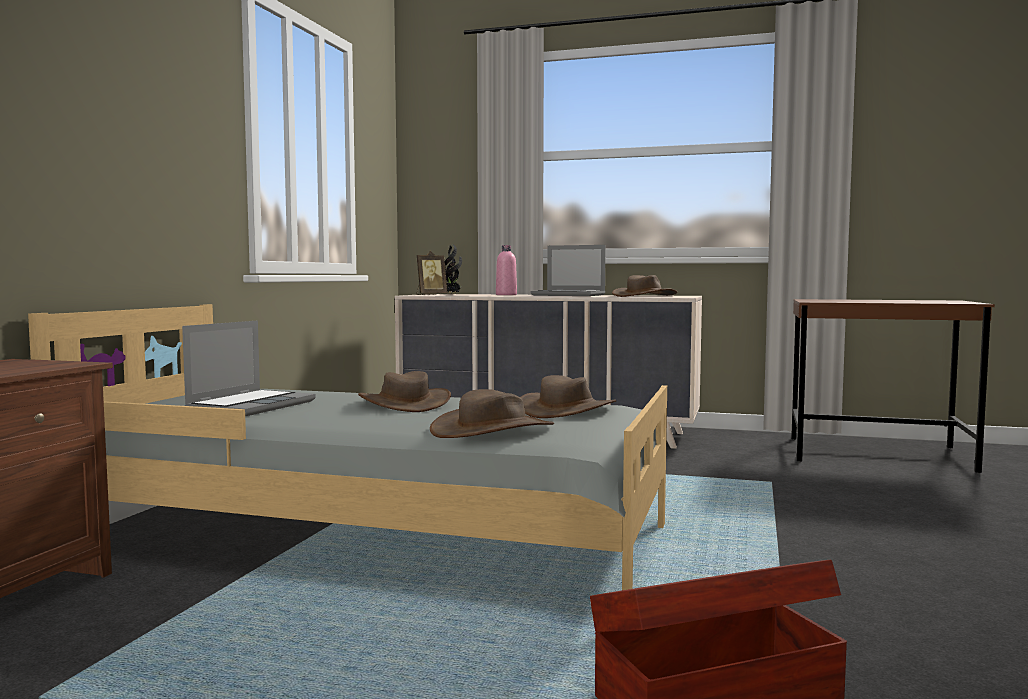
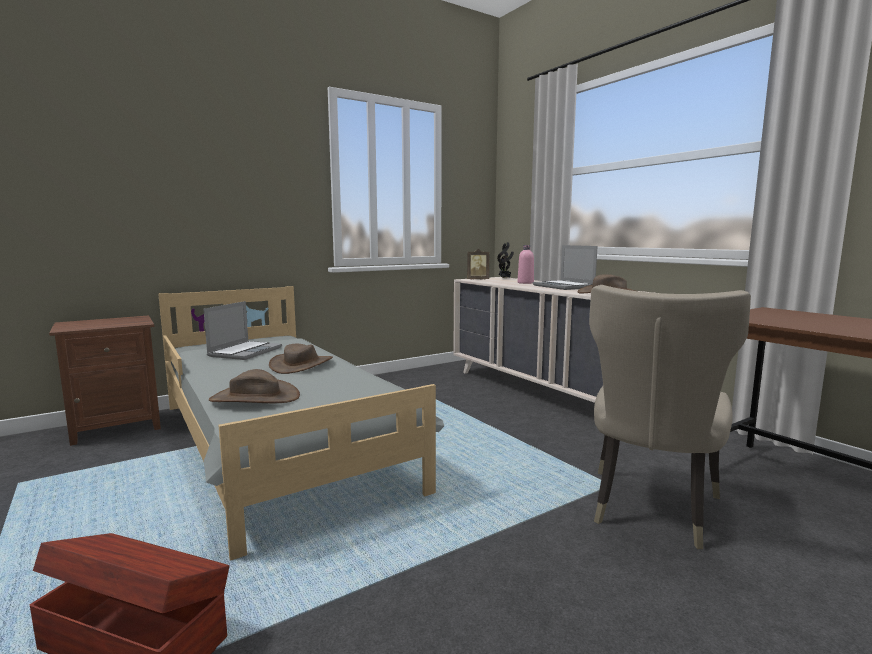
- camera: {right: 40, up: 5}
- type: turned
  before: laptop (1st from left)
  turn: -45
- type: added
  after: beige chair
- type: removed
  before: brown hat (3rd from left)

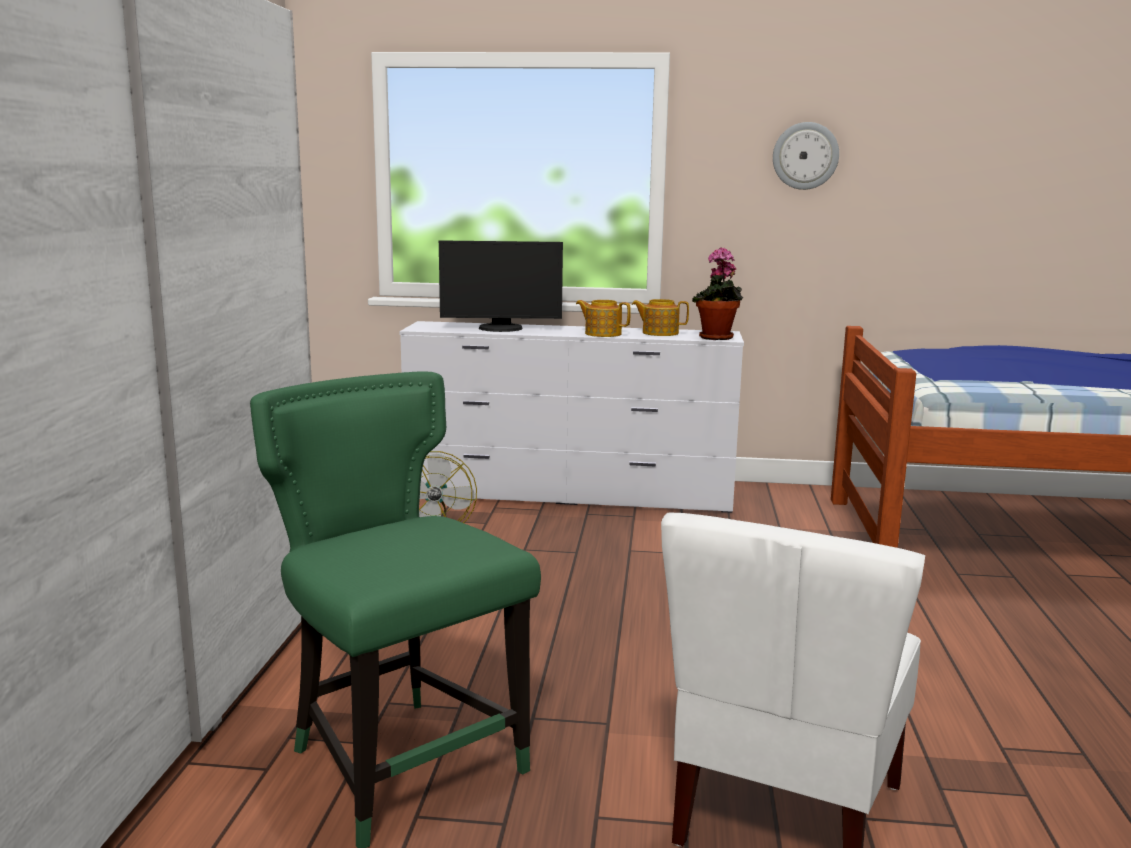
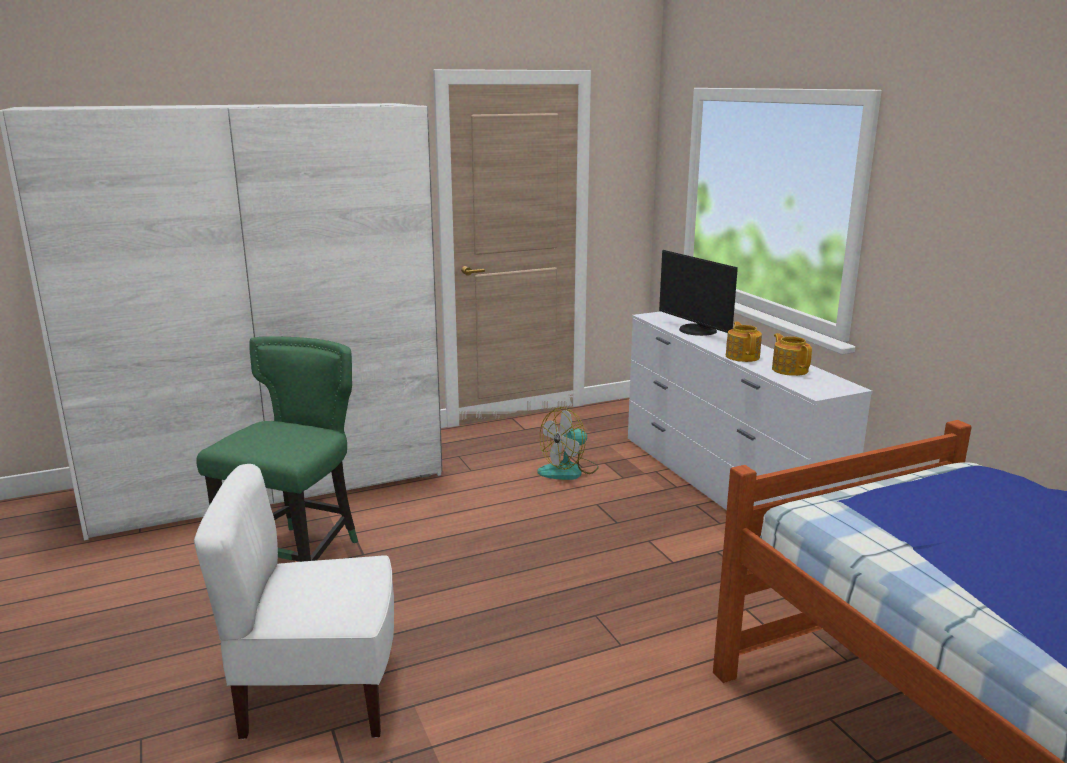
- camera: {right: 60, up: 5}
- type: removed
  before: potted plant
- type: removed
  before: wall clock

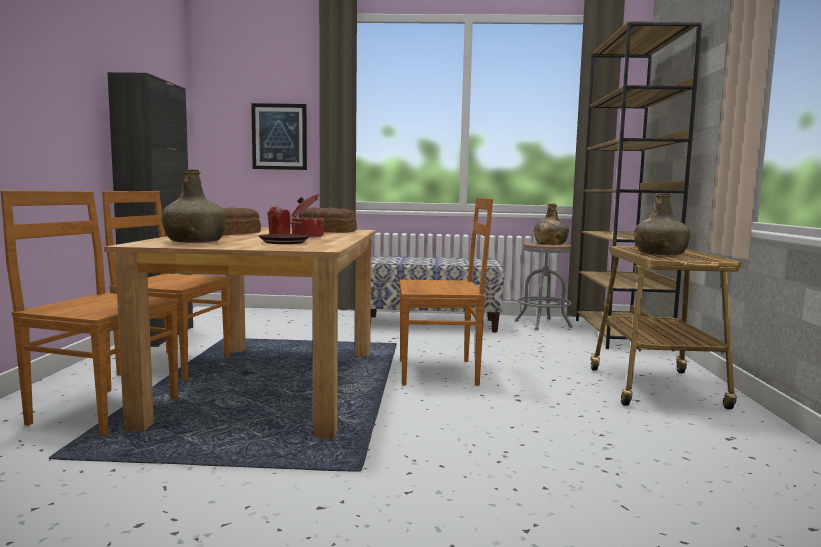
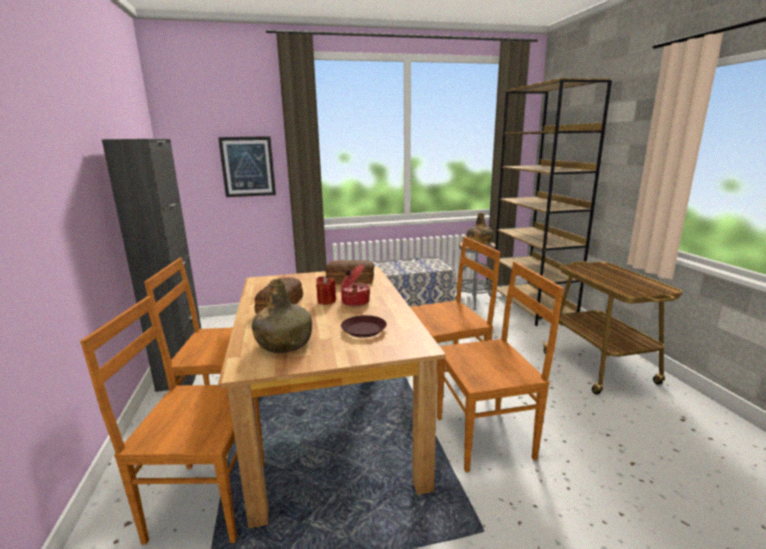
- camera: {right: -15, up: 10}
- type: added
  after: brown chair (4th from left)
- type: removed
  before: green bottle (3rd from left)

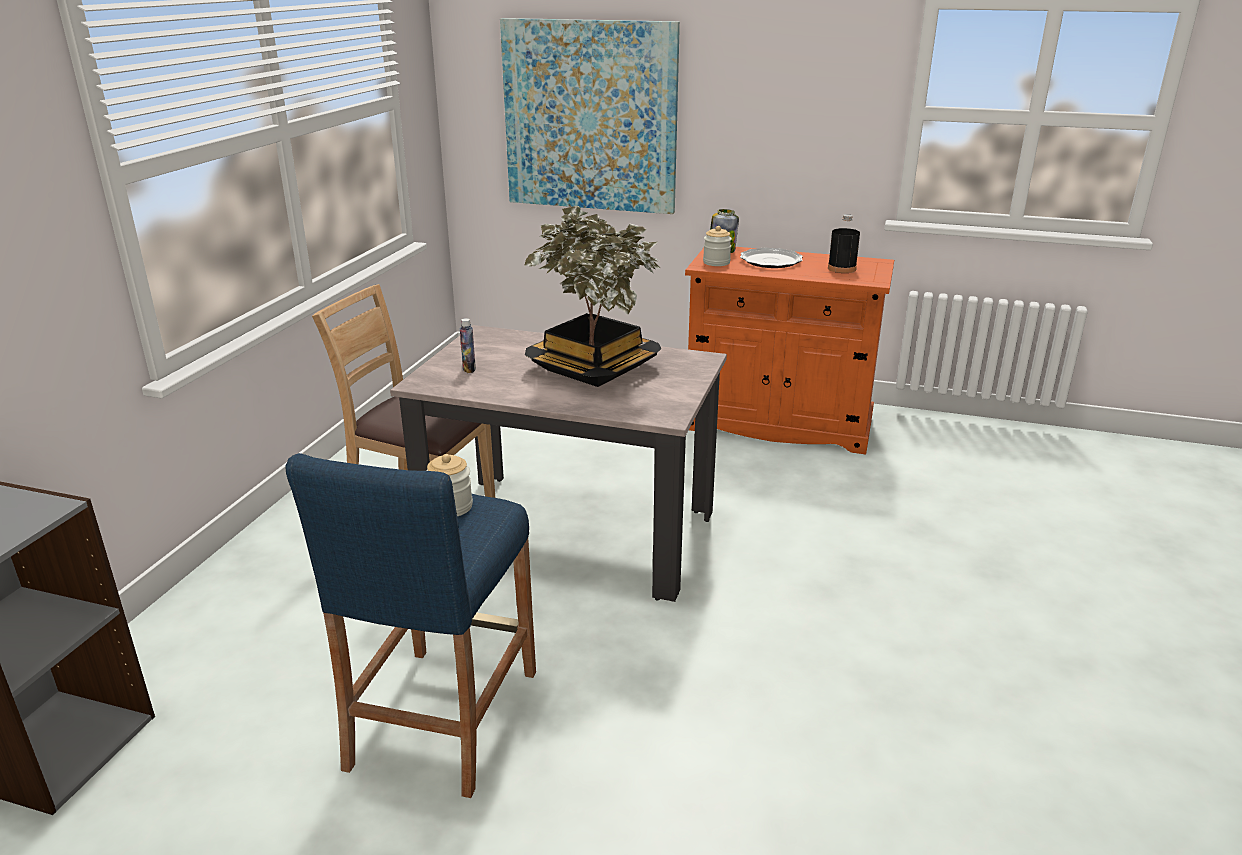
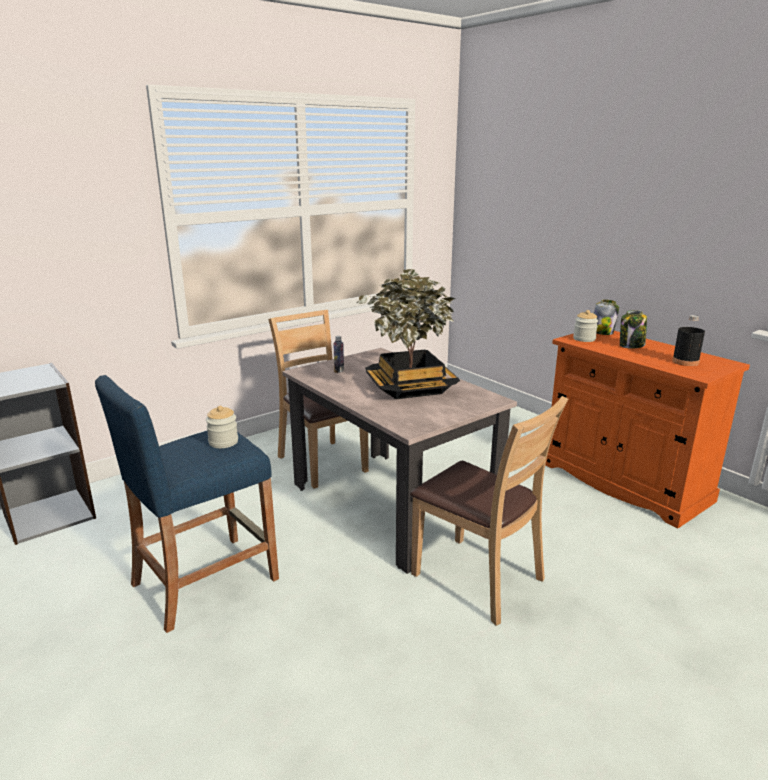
- camera: {right: 35, up: -5}
- type: added
  after: brown chair (2nd from left)
- type: replaced
  before: plate
  after: jar (4th from left)
- type: removed
  before: picture

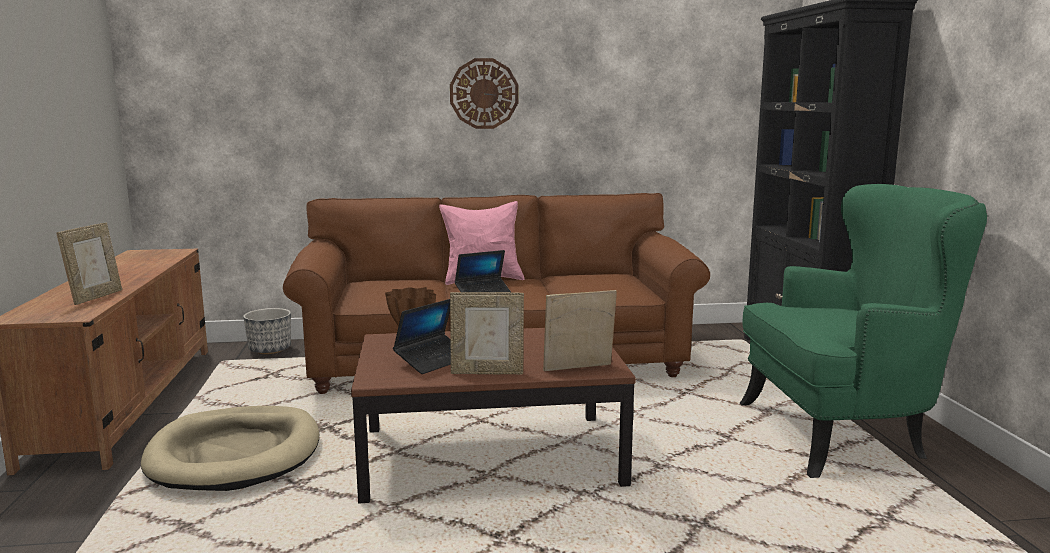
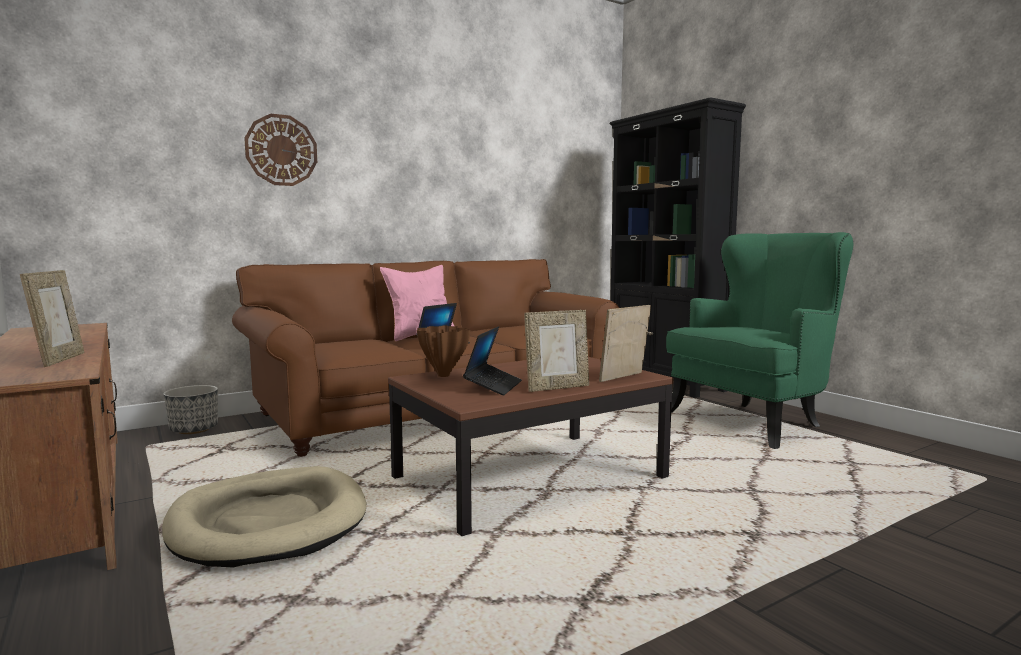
- camera: {right: -25, up: -5}
- type: moved
  before: wall clock

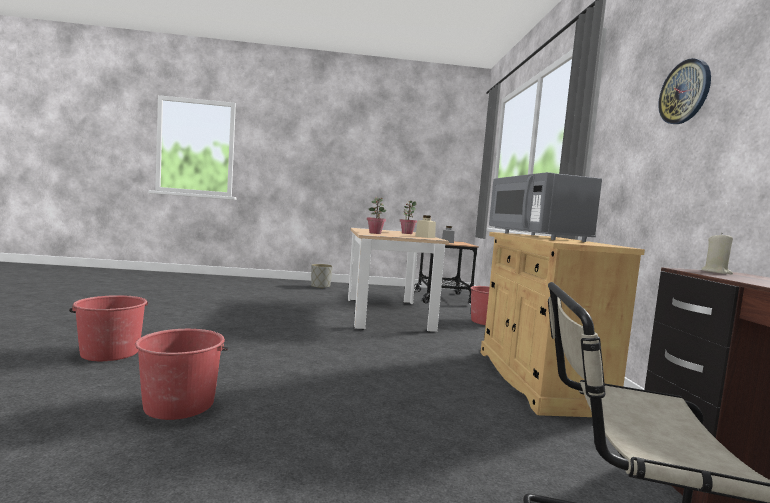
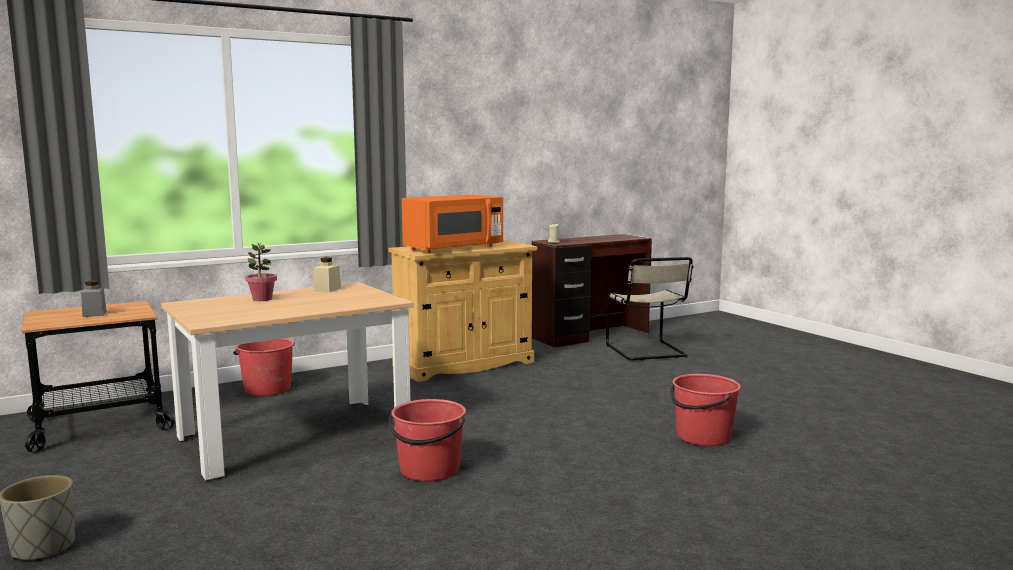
- camera: {right: -115, up: 5}
- type: moved
  before: red bucket (1st from left in the first image)
  after: red bucket (2nd from left)
- type: recoloured
  before: grey microwave
  after: orange microwave
- type: removed
  before: potted plant (1st from left)
- type: removed
  before: wall clock

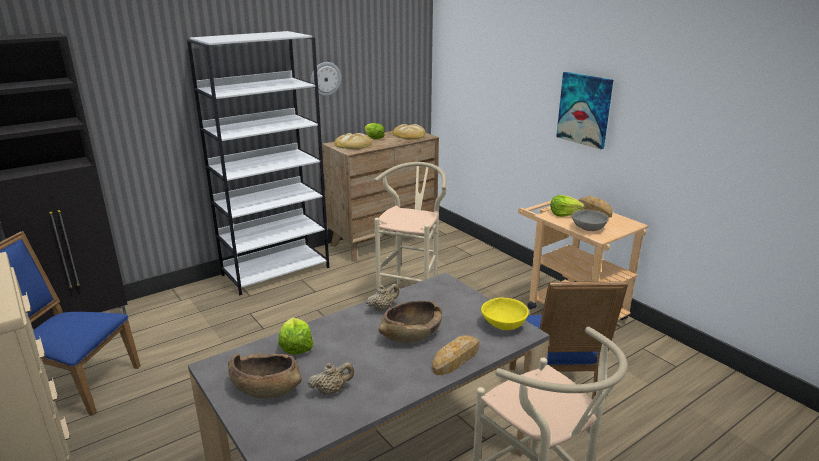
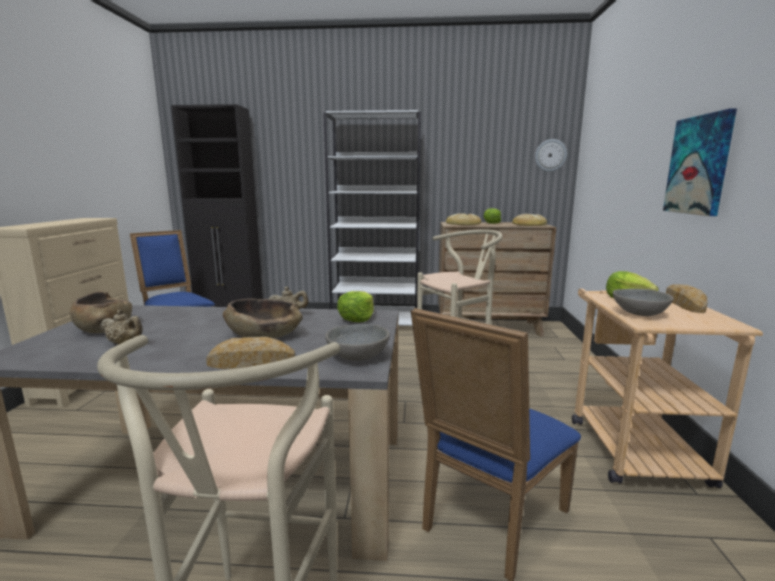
- camera: {right: 40, up: -10}
- type: recoloured
  before: yellow bowl
  after: grey bowl (1st from left)
- type: moved
  before: lettuce (1st from left)
- type: moved
  before: wall clock

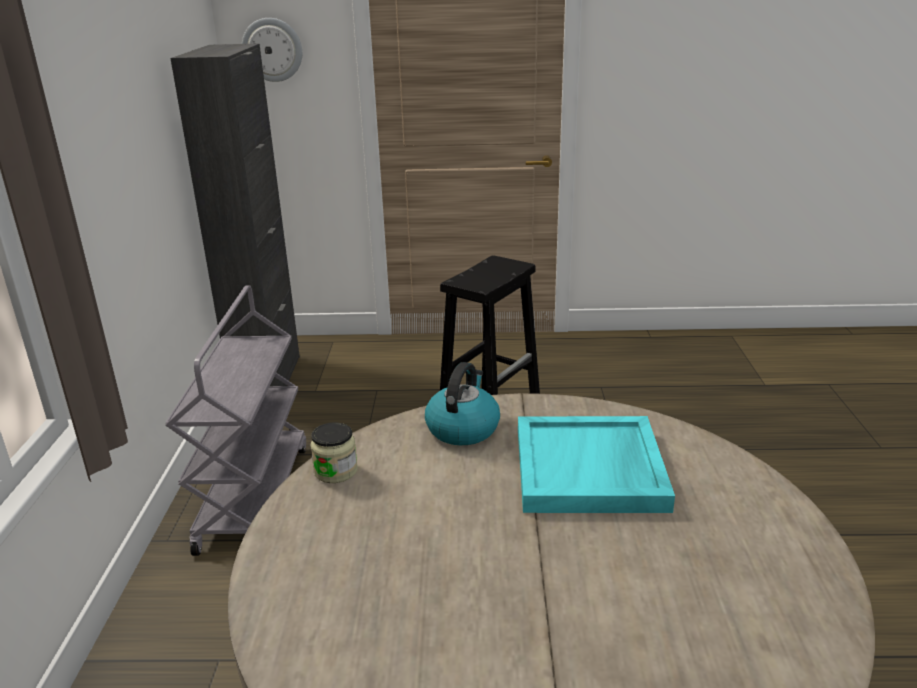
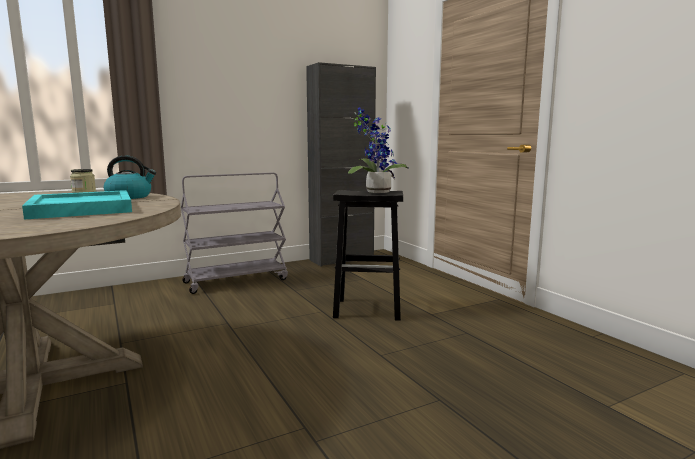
- camera: {right: 60, up: -15}
- type: added
  after: potted plant
- type: removed
  before: wall clock

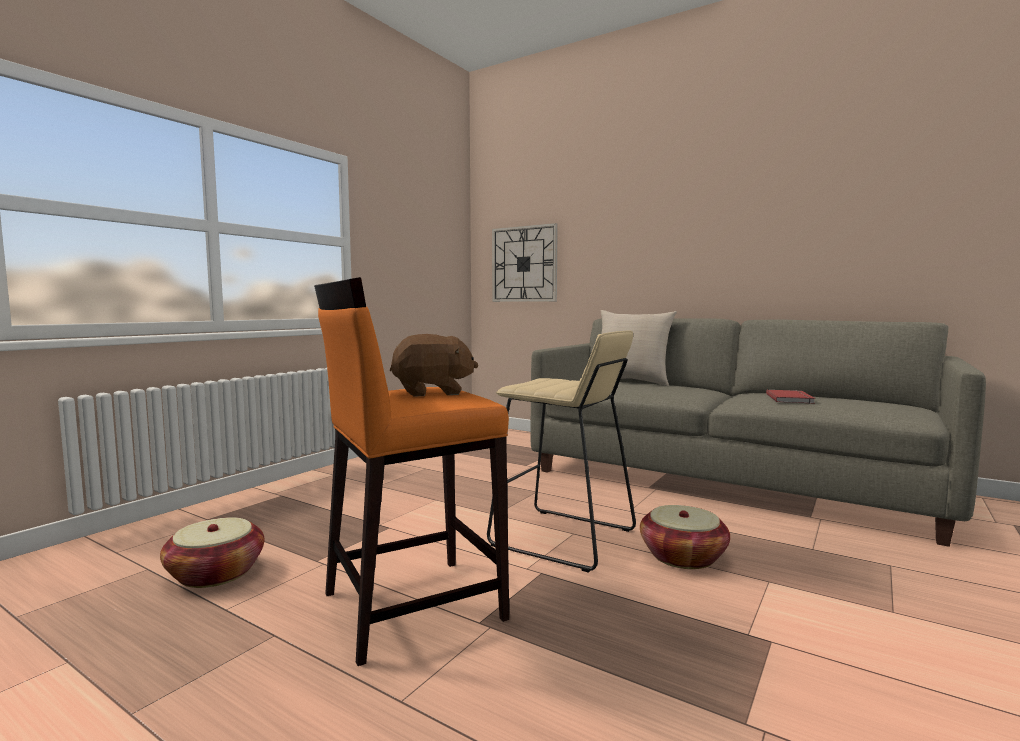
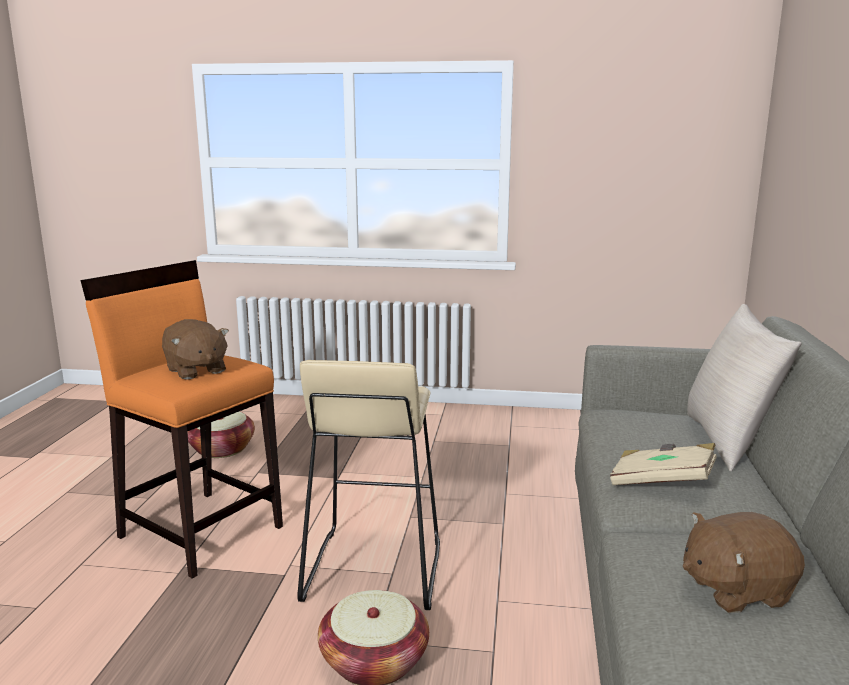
- camera: {right: 65, up: 10}
- type: added
  after: beige book
- type: replaced
  before: red book
  after: brown plush toy (2nd from left)
- type: removed
  before: wall clock

